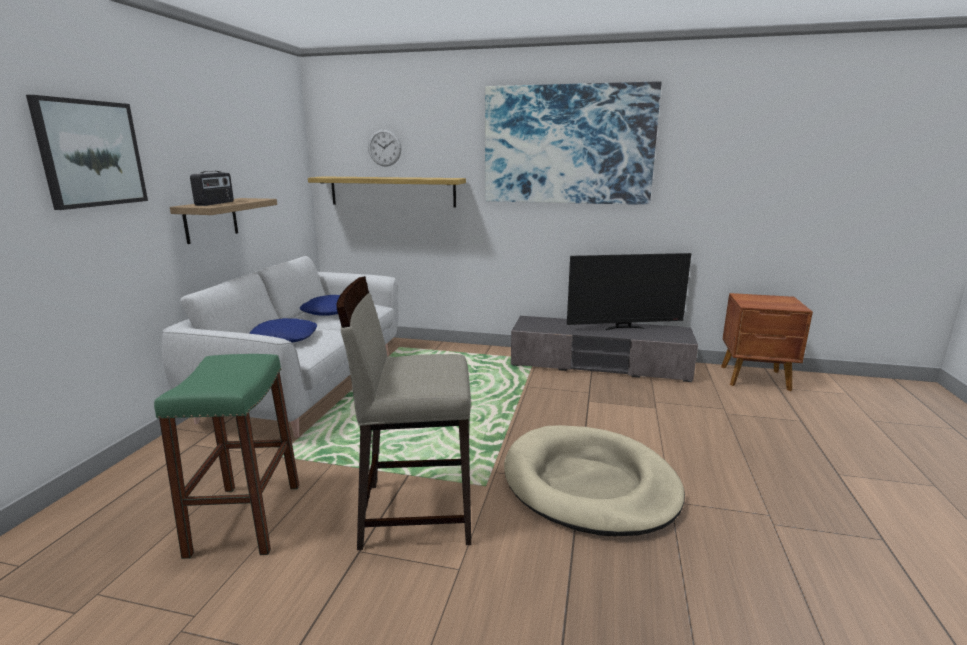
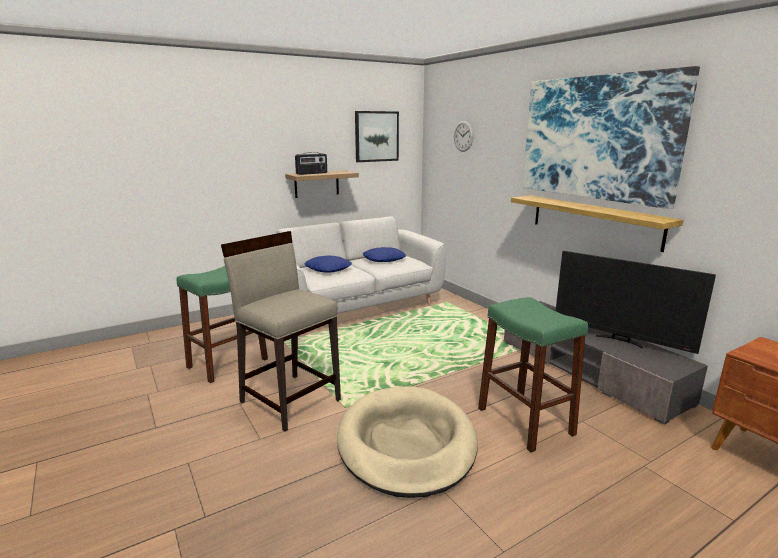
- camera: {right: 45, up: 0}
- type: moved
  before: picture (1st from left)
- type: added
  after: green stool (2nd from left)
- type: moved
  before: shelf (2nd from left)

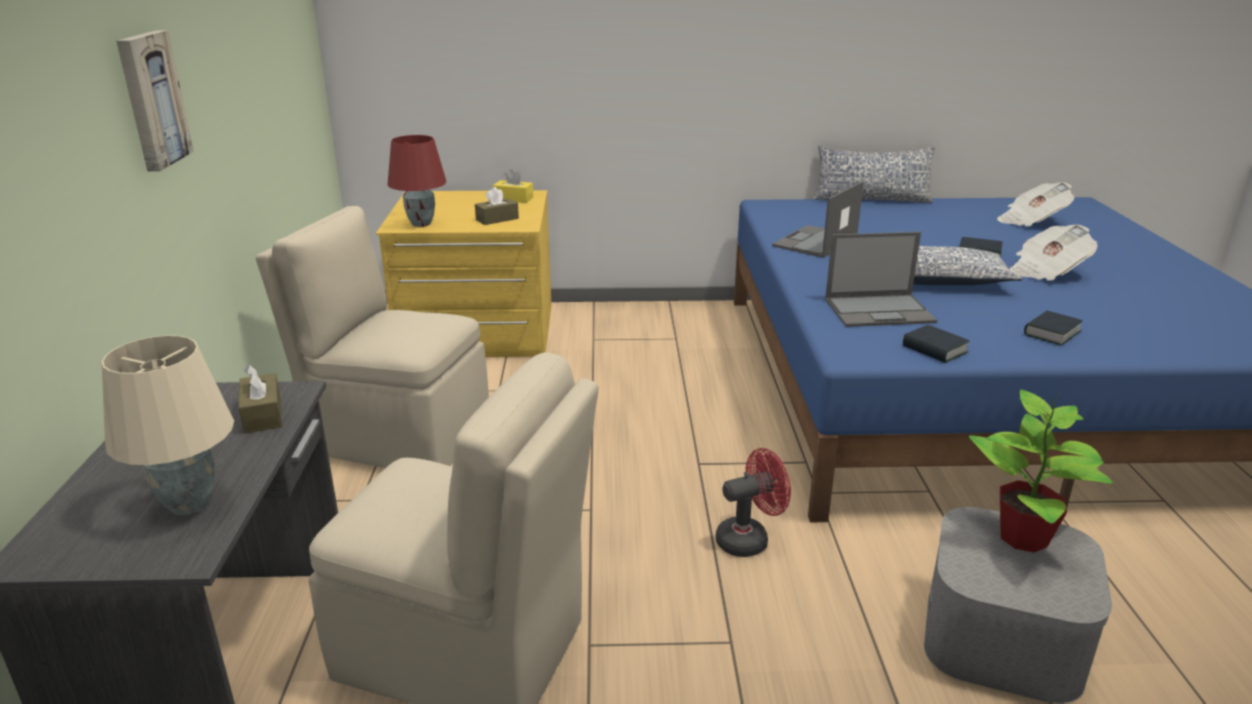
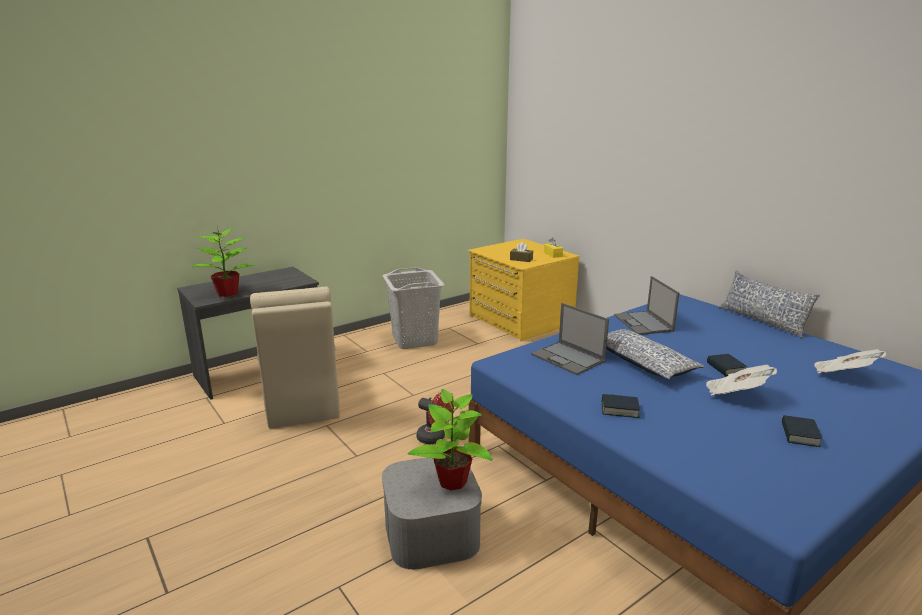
- camera: {right: 55, up: -5}
- type: replaced
  before: beige table lamp
  after: potted plant (1st from left)
- type: replaced
  before: beige chair (1st from left)
  after: grey laundry basket
- type: turned
  before: laptop (1st from left in the first image)
  turn: -105
- type: moved
  before: book (1st from left in the first image)
  after: book (3rd from left)
- type: removed
  before: picture
- type: removed
  before: brown tissue box (1st from left)
- type: removed
  before: red table lamp

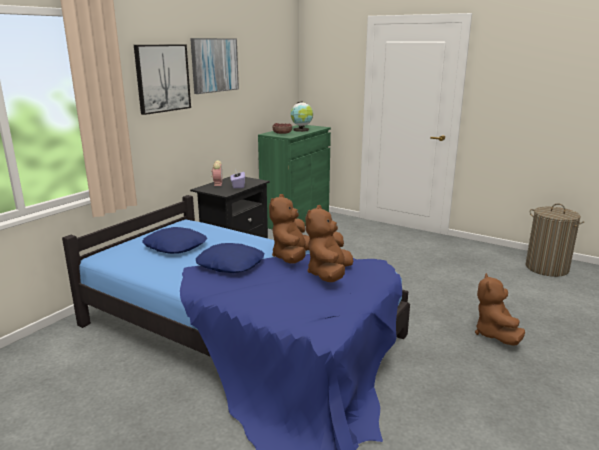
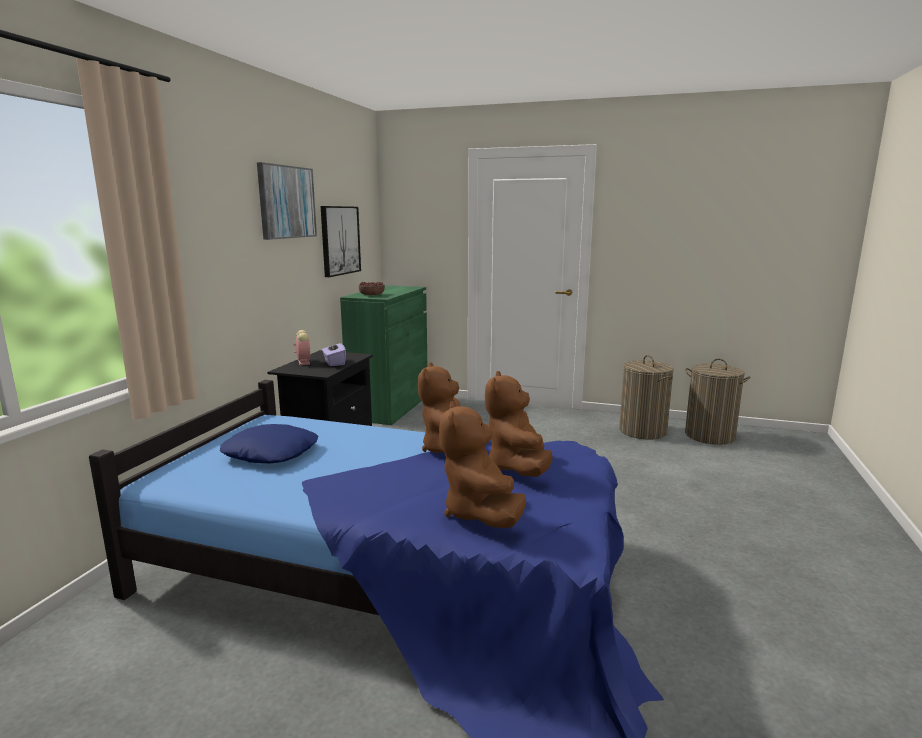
- camera: {right: -15, up: -5}
- type: moved
  before: picture (1st from left in the first image)
  after: picture (2nd from left)
- type: moved
  before: brown plush toy (3rd from left in the first image)
  after: brown plush toy (2nd from left)
- type: added
  after: laundry basket (1st from left)
- type: removed
  before: blue pillow (2nd from left)
- type: removed
  before: globe

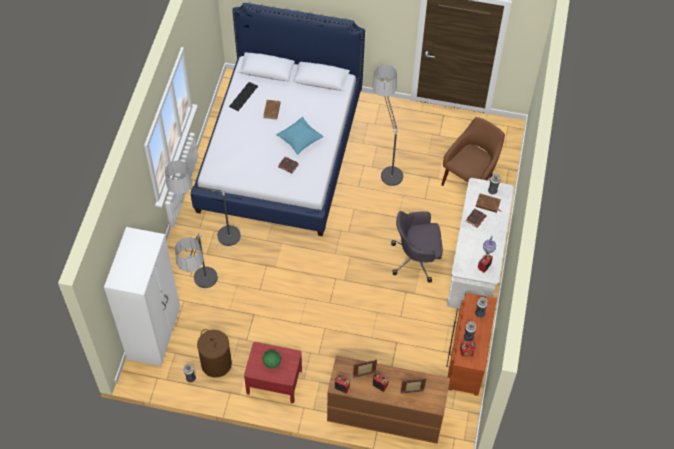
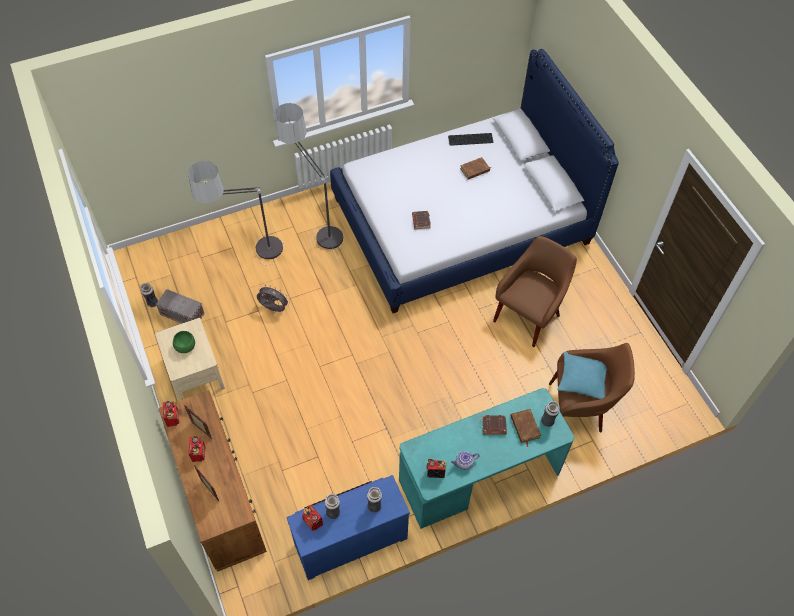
- camera: {right: 55, up: 0}
- type: recoloured
  before: red nightstand
  after: beige nightstand
- type: replaced
  before: brown laundry basket
  after: grey storage box
- type: added
  after: grey fan
- type: recoloured
  before: brown dresser (2nd from left)
  after: blue dresser
- type: recoloured
  before: white desk
  after: turquoise desk
- type: replaced
  before: floor lamp (3rd from left)
  after: brown armchair (1st from left)
- type: moved
  before: turquoise pillow
- type: removed
  before: white wardrobe
- type: removed
  before: grey office chair

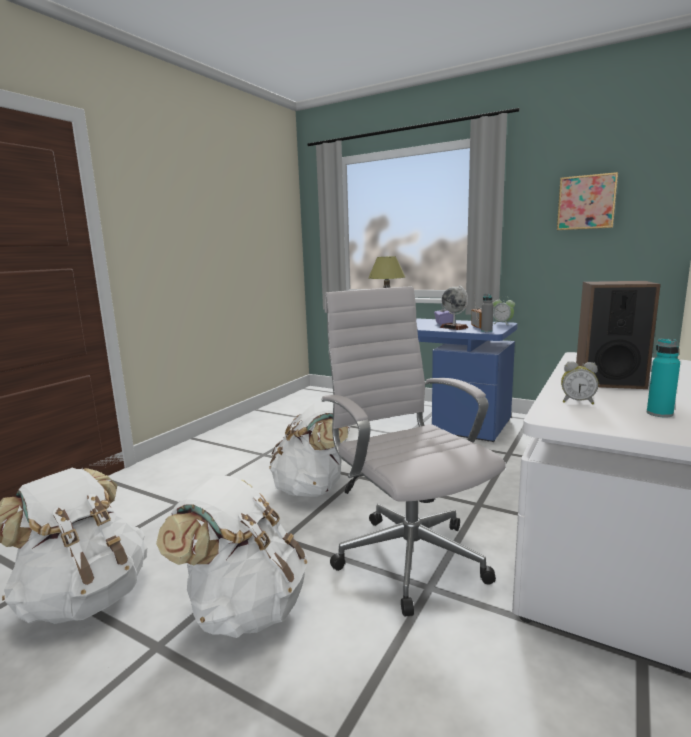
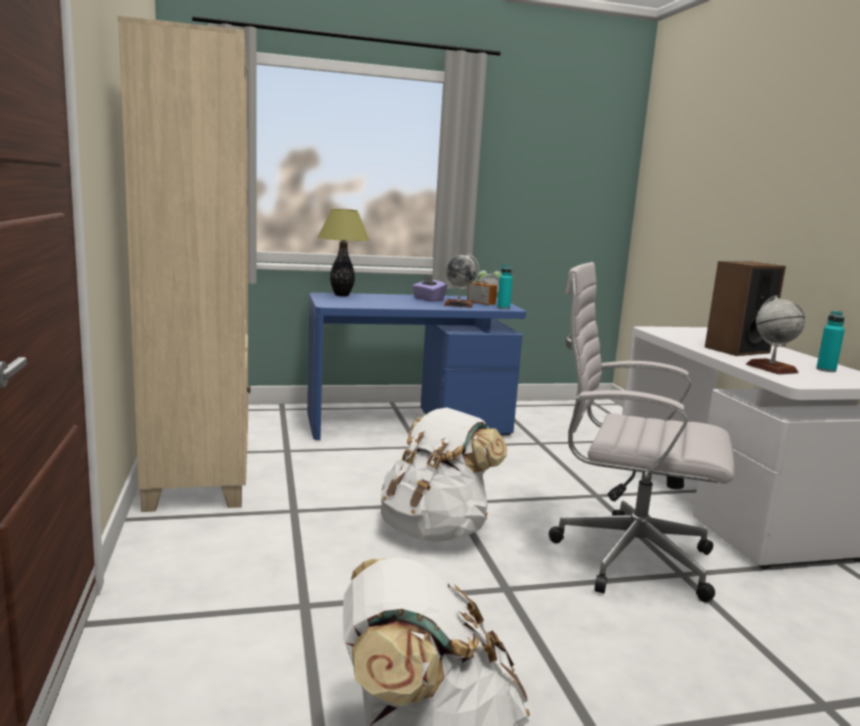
- camera: {right: -45, up: 0}
- type: added
  after: beige bookcase
- type: recoloured
  before: grey bottle
  after: turquoise bottle (1st from left)
- type: replaced
  before: alarm clock (2nd from left)
  after: globe (2nd from left)
- type: removed
  before: white backpack (2nd from left)
- type: removed
  before: picture

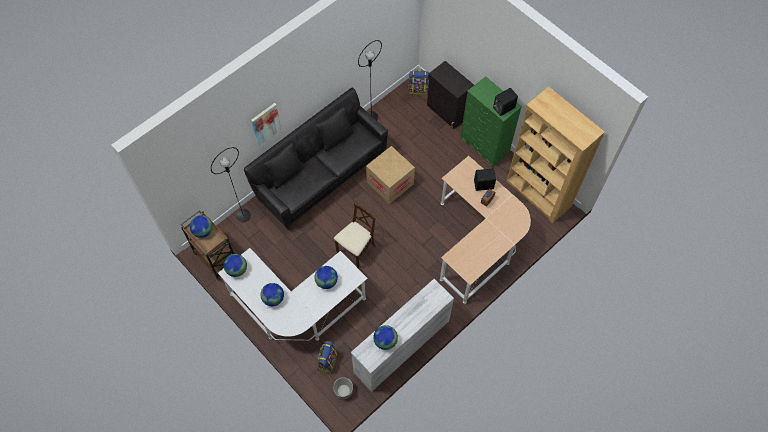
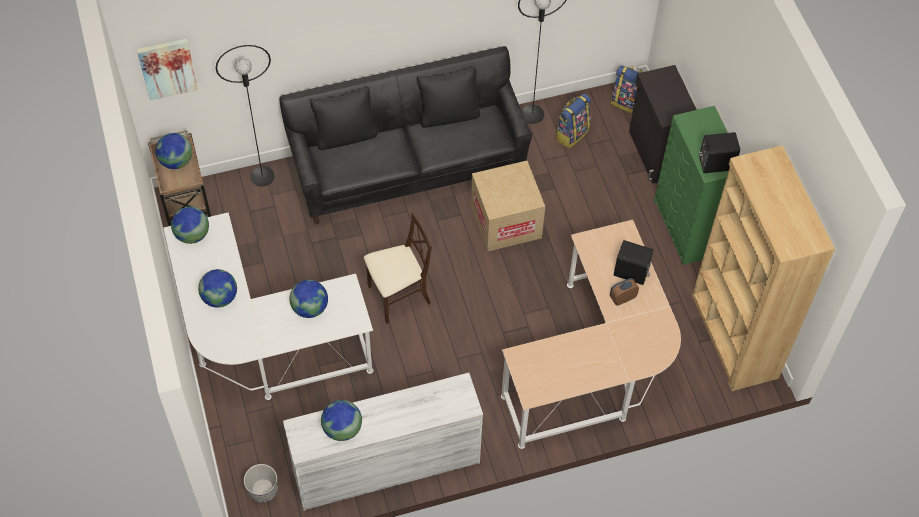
- camera: {right: 25, up: -5}
- type: moved
  before: picture
- type: moved
  before: backpack (1st from left)

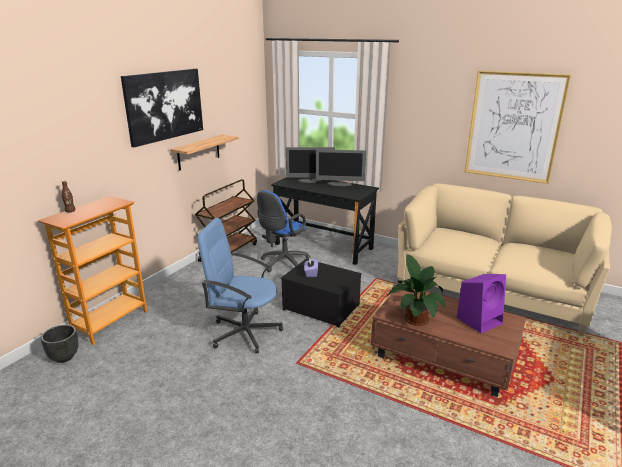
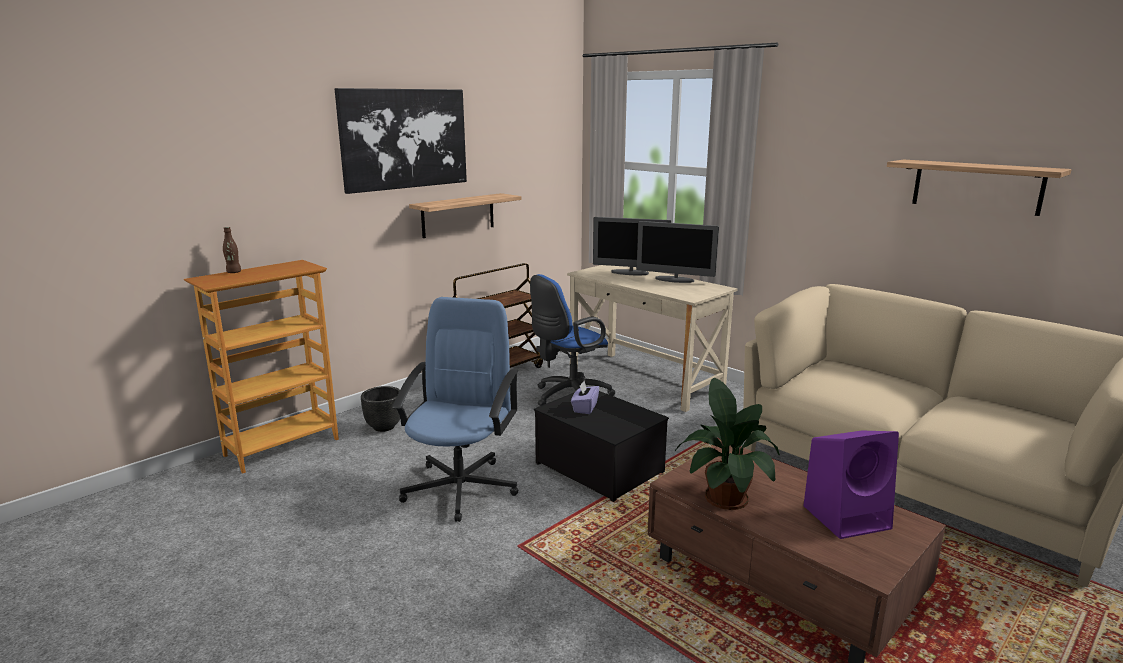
- camera: {right: 15, up: -5}
- type: moved
  before: black planter
- type: turned
  before: blue office chair (1st from left)
  turn: 75
- type: recoloured
  before: black desk
  after: beige desk
- type: replaced
  before: picture (2nd from left)
  after: shelf (2nd from left)

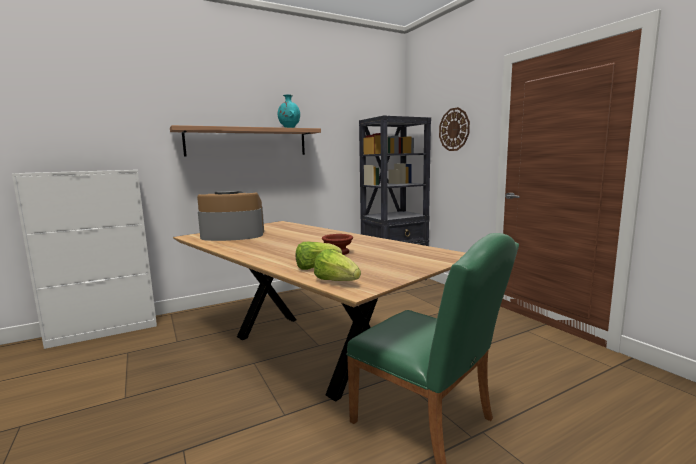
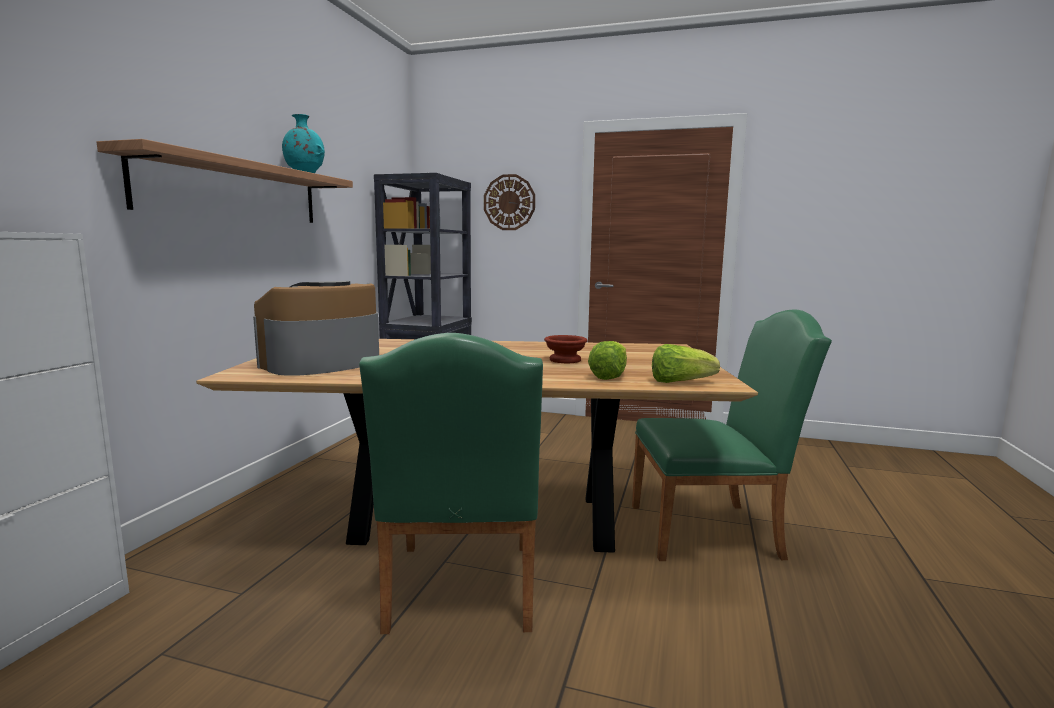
- camera: {right: -45, up: 0}
- type: added
  after: green chair (1st from left)

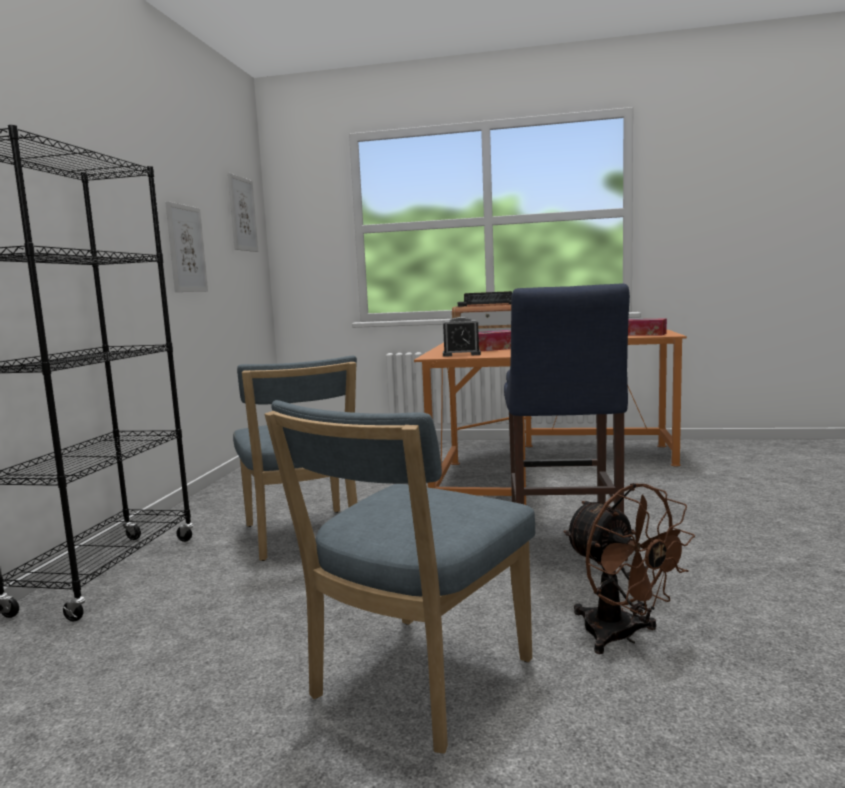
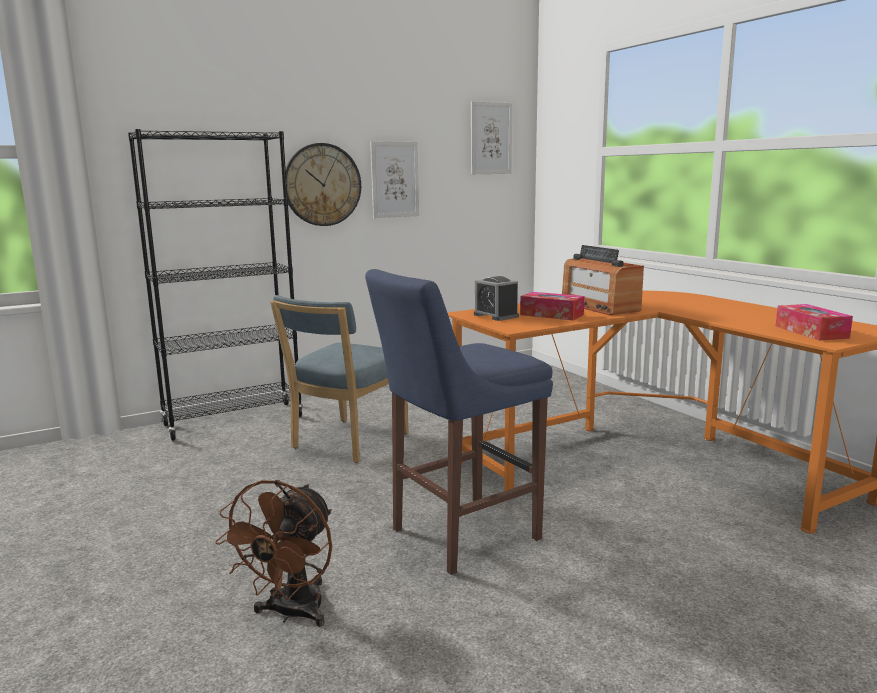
- camera: {right: 50, up: 5}
- type: added
  after: wall clock
- type: removed
  before: blue chair (2nd from left)

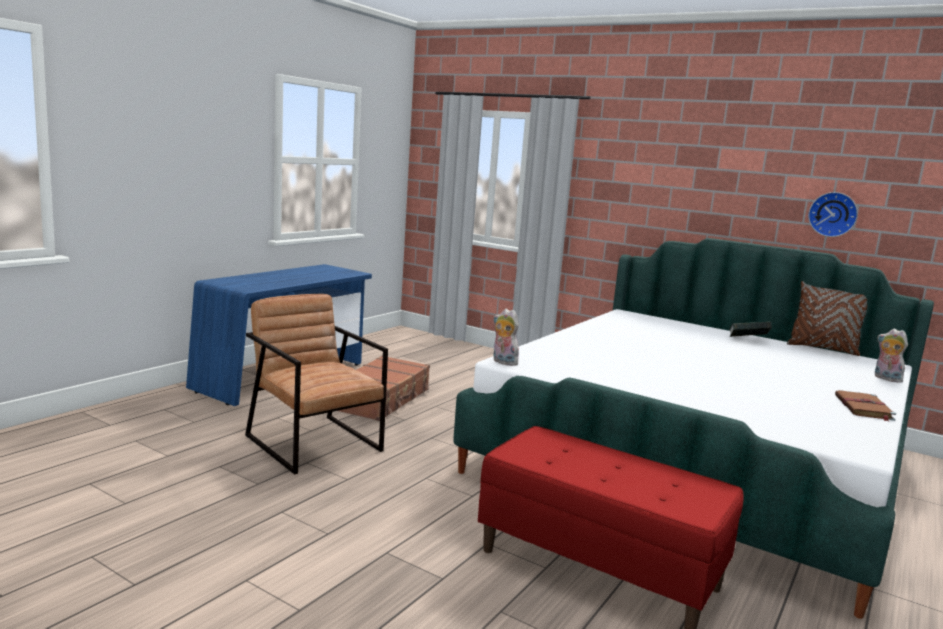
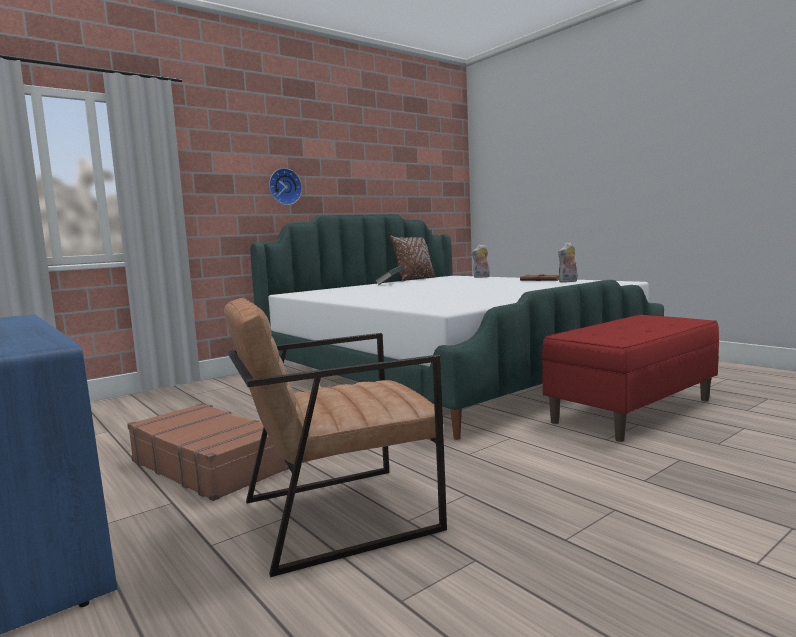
- camera: {right: -70, up: -5}
- type: moved
  before: wall clock
- type: moved
  before: plush toy (1st from left in the first image)
  after: plush toy (2nd from left)

